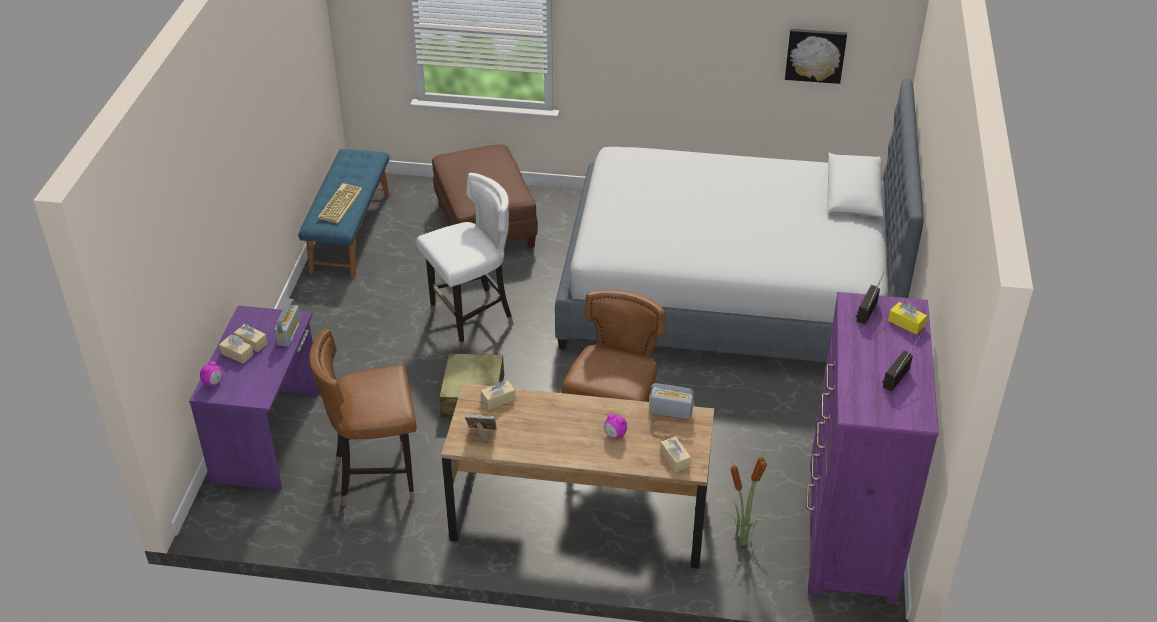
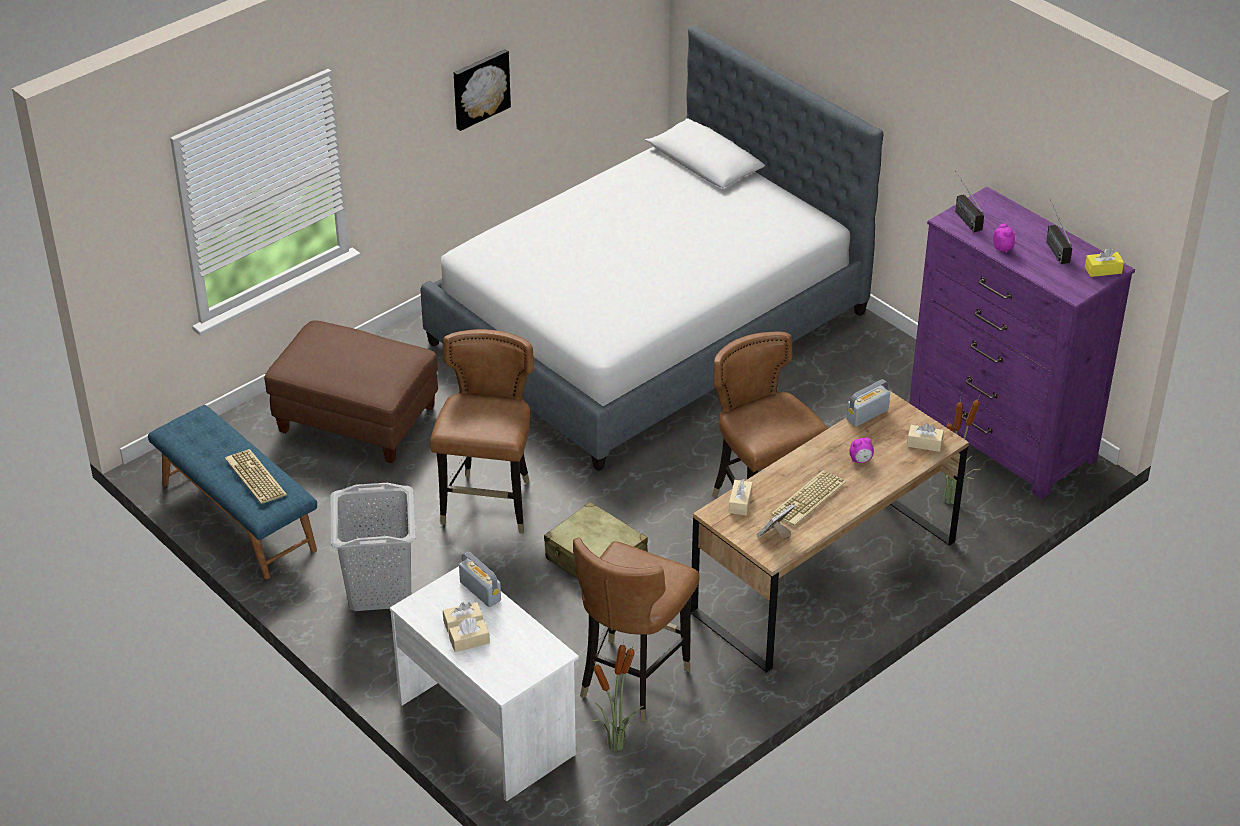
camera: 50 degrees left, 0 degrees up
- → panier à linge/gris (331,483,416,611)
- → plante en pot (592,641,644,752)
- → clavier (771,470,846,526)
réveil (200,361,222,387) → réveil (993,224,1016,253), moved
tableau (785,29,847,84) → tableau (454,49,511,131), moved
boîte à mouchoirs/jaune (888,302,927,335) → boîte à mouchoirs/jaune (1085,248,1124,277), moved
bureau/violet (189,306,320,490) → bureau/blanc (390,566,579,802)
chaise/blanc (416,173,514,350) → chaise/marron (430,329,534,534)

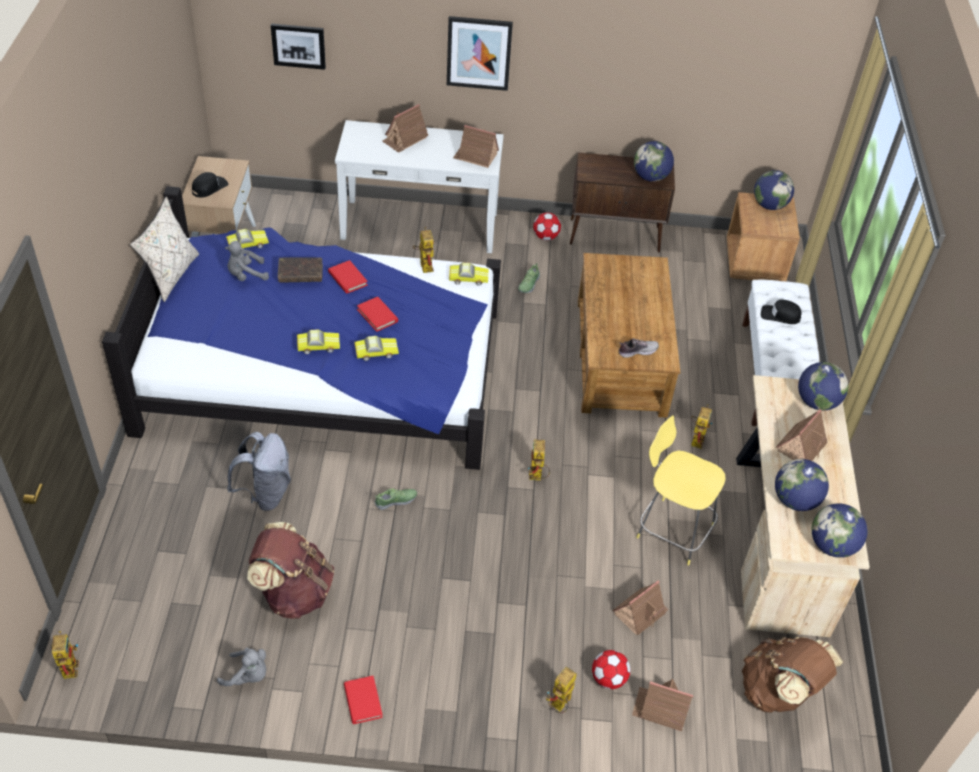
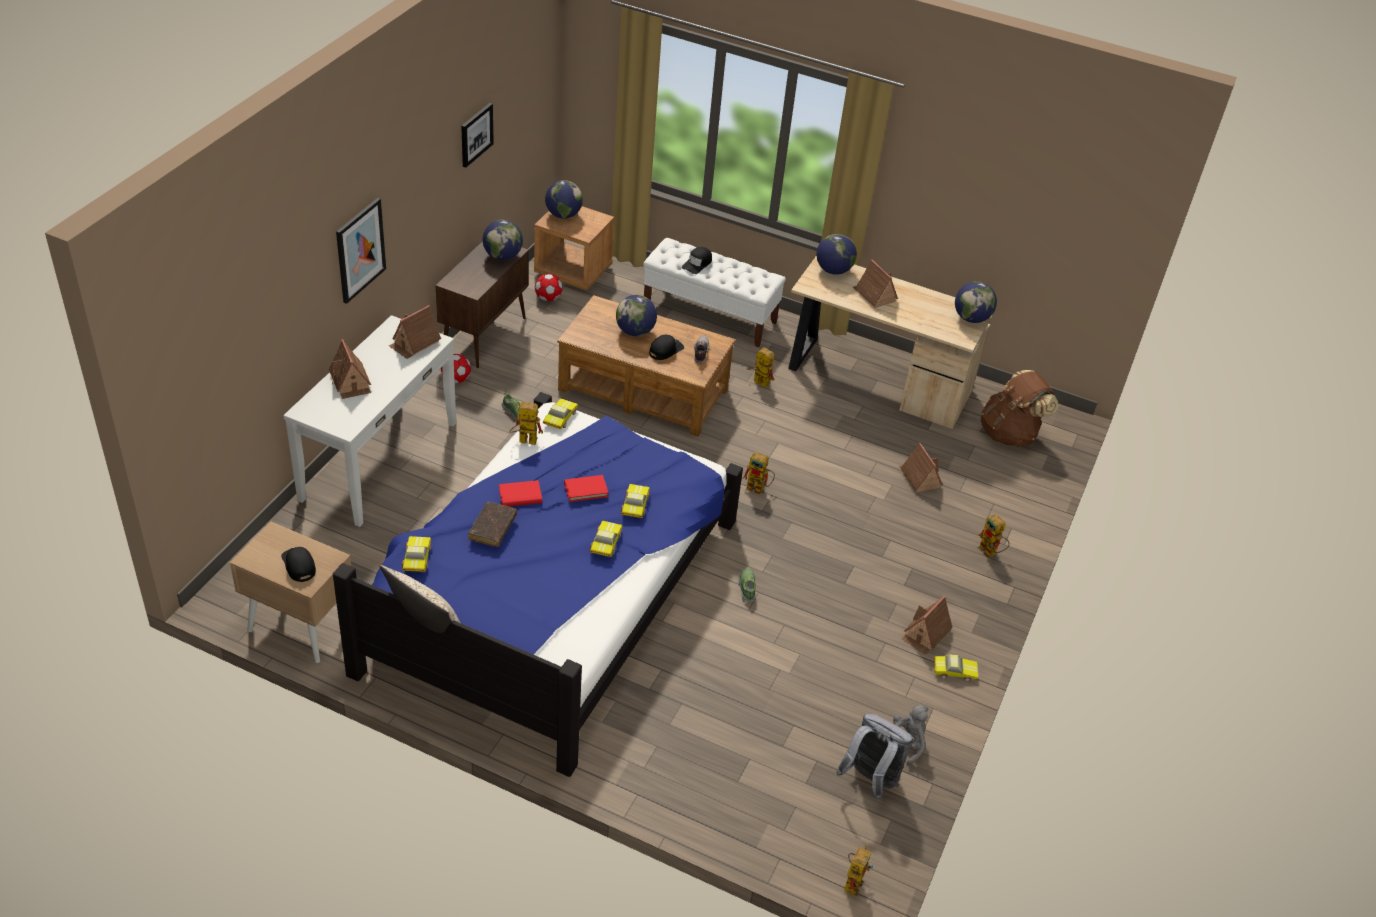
camera: 70 degrees left, 5 degrees down
peluche/gris (225,241,269,281) → -
sac à dos/marron (247,522,334,619) → -
tabouret/jaune (636,415,726,565) → -
- → casquette/noir (649,335,684,360)
sac à dos/gris (227,432,291,511) → sac à dos/gris (836,713,913,801), moved
tableau (271,23,326,70) → tableau (461,103,494,168), moved
ballon de foot (592,650,630,689) → ballon de foot (535,274,562,301), moved
maison miniature (632,679,693,731) → maison miniature (901,595,953,655), moved
globe (775,459,829,511) → globe (616,295,657,336), moved
livre/rouge (344,676,383,724) → petite voiture (934,654,978,682)
robot jouet (51,631,79,679) → robot jouet (844,845,873,897), 105 degrees clockwise

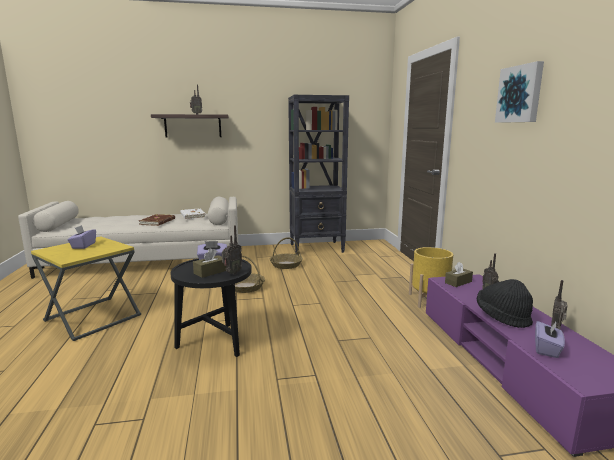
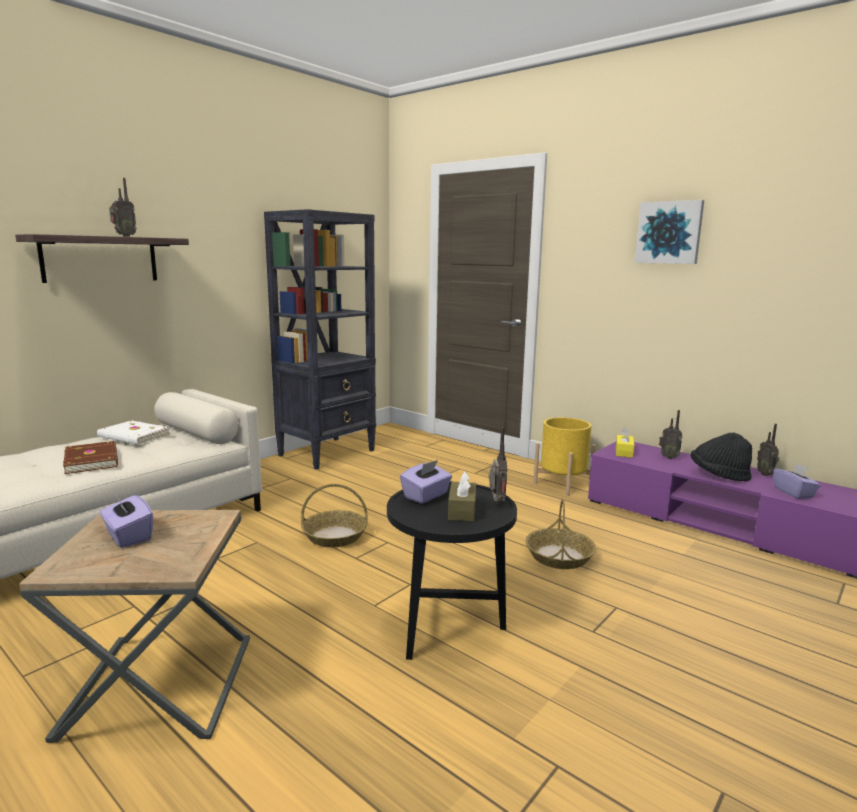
camera: 40 degrees left, 0 degrees up
panier (270,237,303,269) → panier (525,499,596,569), moved
table d'appoint/jaune (31,236,141,341) → table d'appoint/marron (19,510,250,743)
boîte à mouchoirs/marron (445,262,473,287) → boîte à mouchoirs/jaune (616,427,634,458)

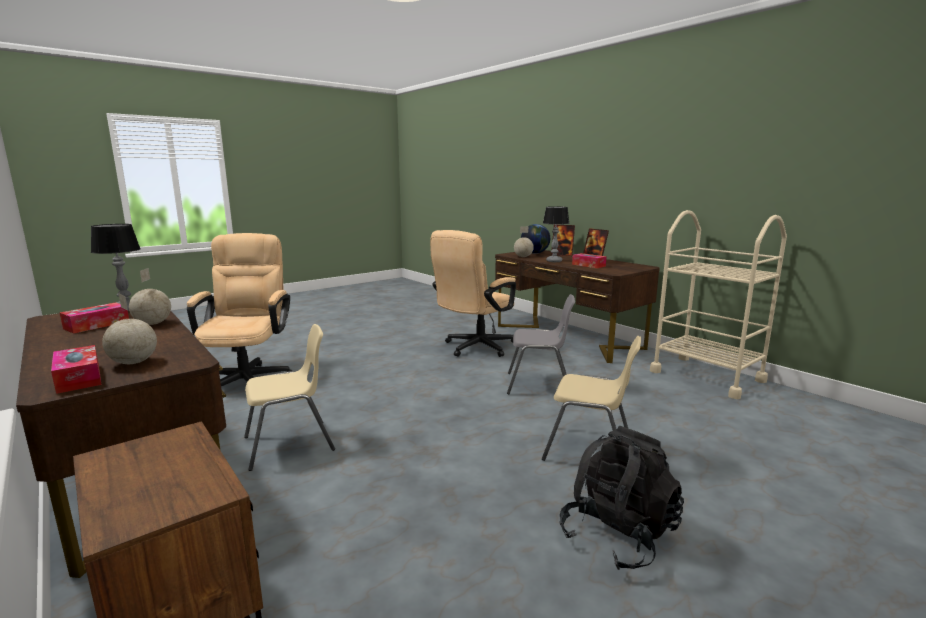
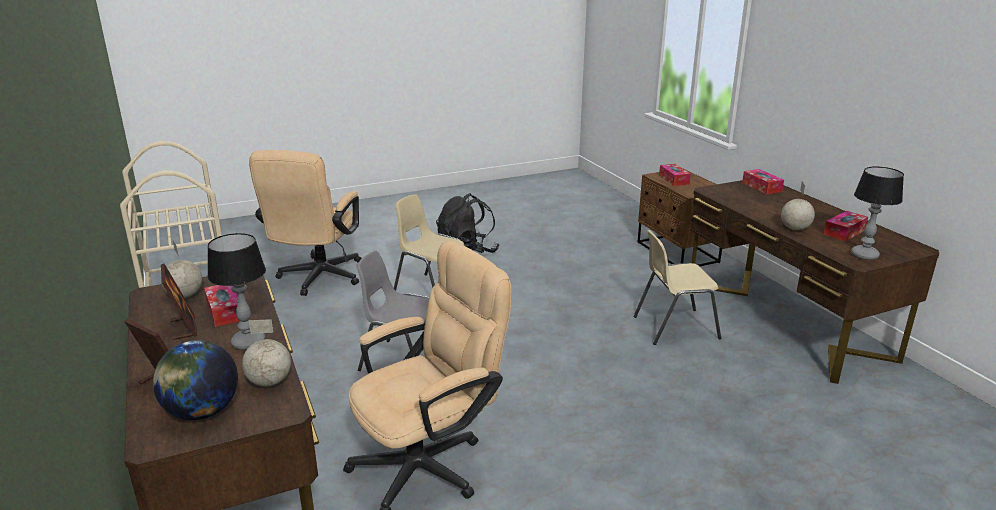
camera: 165 degrees left, 10 degrees up
- → boîte à mouchoirs (659,164,691,186)
globe (102,294,157,364) → globe (161,239,202,298), moved
chaise de bureau/beige (187,233,292,386) → chaise de bureau/beige (249,150,362,296), moved

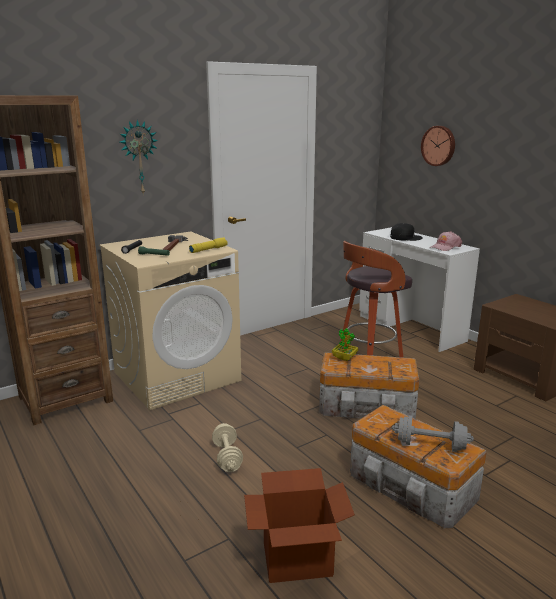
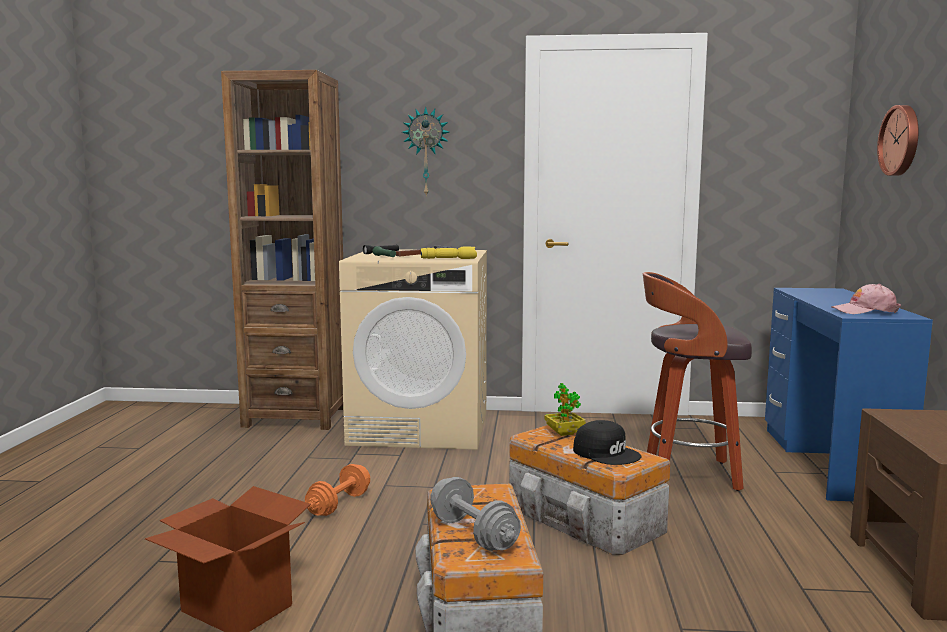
camera: 40 degrees right, 10 degrees down
casquette/noir (390,223,423,241) → casquette/noir (573,420,642,465), moved
haltère/beige (212,423,243,472) → haltère/orange (305,464,370,516)
bureau/blanc (359,227,480,352) → bureau/bleu (765,288,933,501)

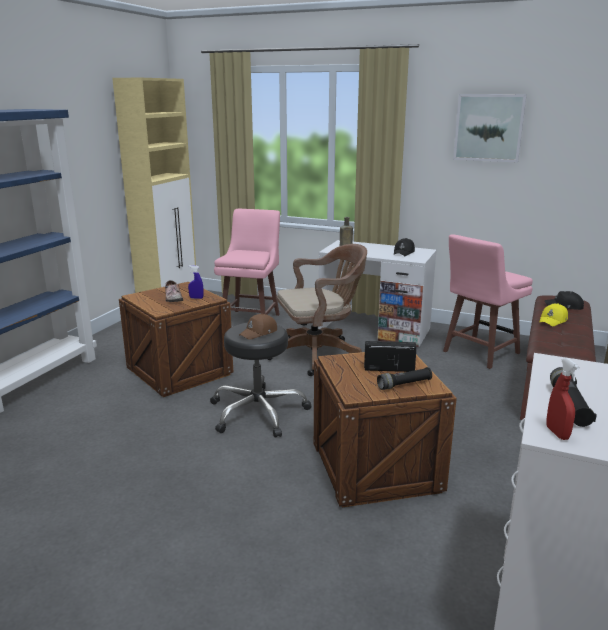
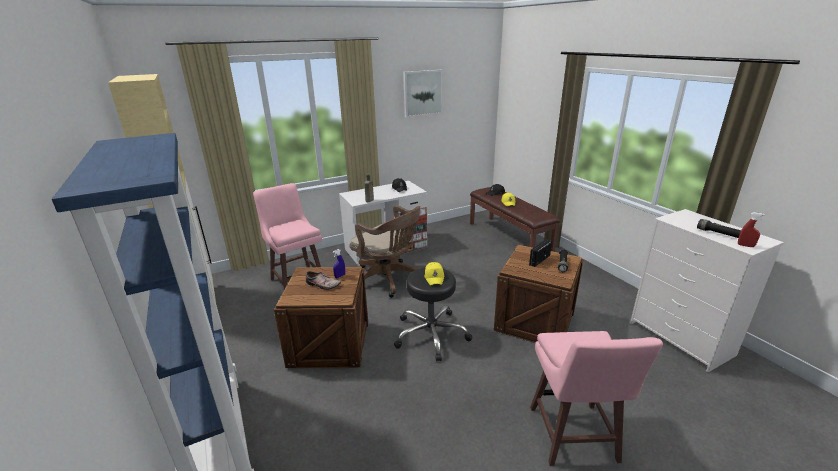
camera: 50 degrees left, 5 degrees up
tabouret/rose (443,234,533,369) → tabouret/rose (530,331,663,466), moved
casquette/marron (239,314,277,340) → casquette/jaune (424,262,445,285)
chaise de bureau/marron (268,244,367,376) → chaise de bureau/marron (349,205,420,298), 105 degrees clockwise

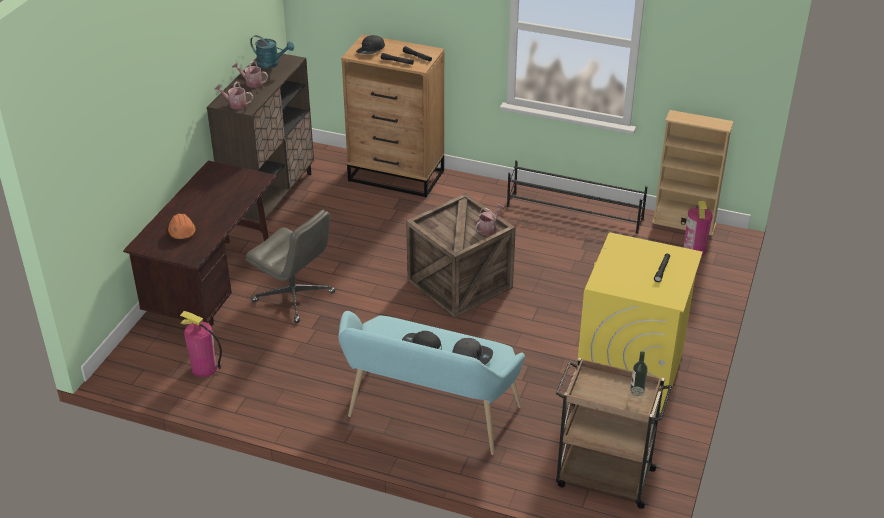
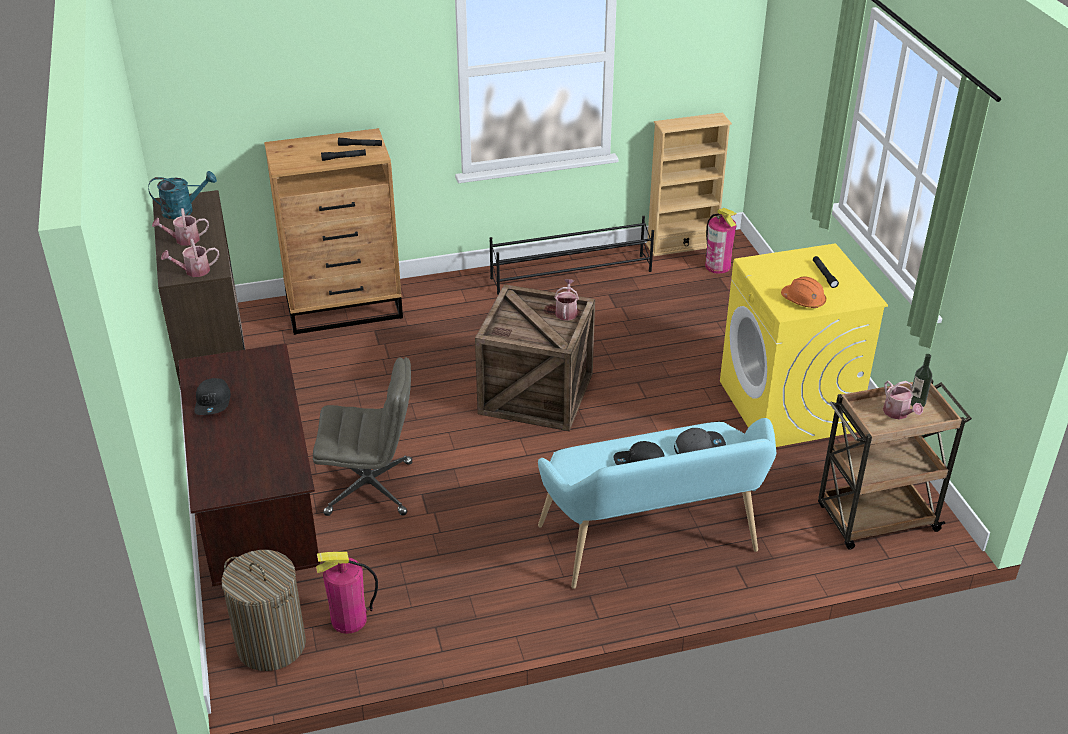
camera: 35 degrees left, 0 degrees up
- → panier à linge (221,550,306,671)
- → arrosoir (883,381,923,420)
casque de chantier/orange (168,213,195,240) → casque de chantier/orange (781,276,826,308), moved
casquette/noir (356,35,385,54) → casquette/noir (194,378,231,415), moved

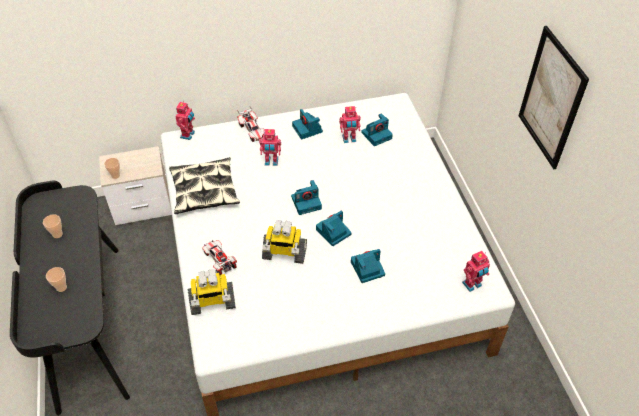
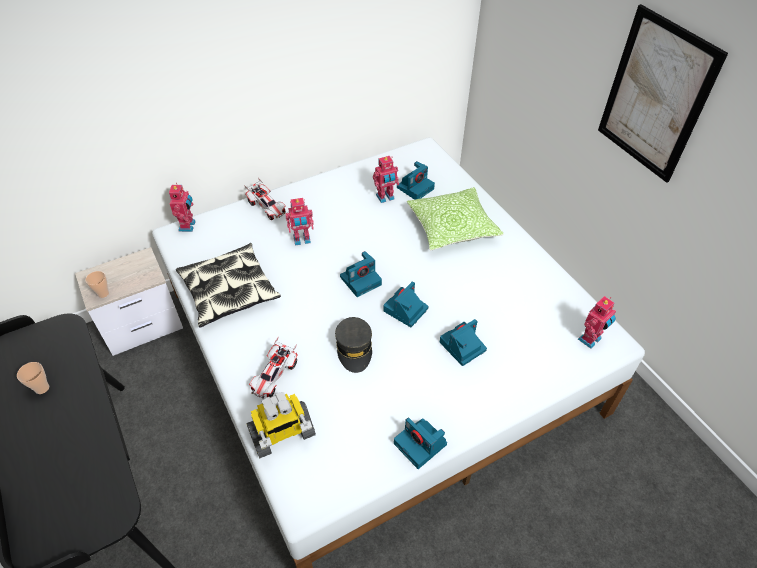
camera: 15 degrees left, 0 degrees up
tasse (46,267,67,292) → -
- → coussin (407,187,503,251)
appareil photo (292,109,323,139) → appareil photo (394,417,447,469), moved
robot jouet (262,220,307,264) → casquette/gris (335,317,372,373)
petite voiture (202,240,237,275) → petite voiture (249,336,298,399), 105 degrees counterclockwise

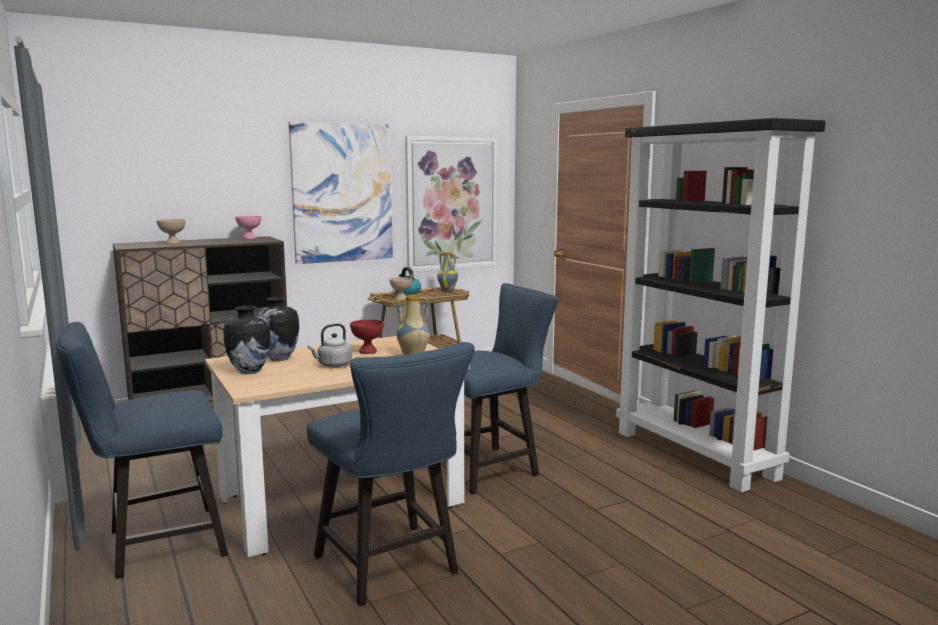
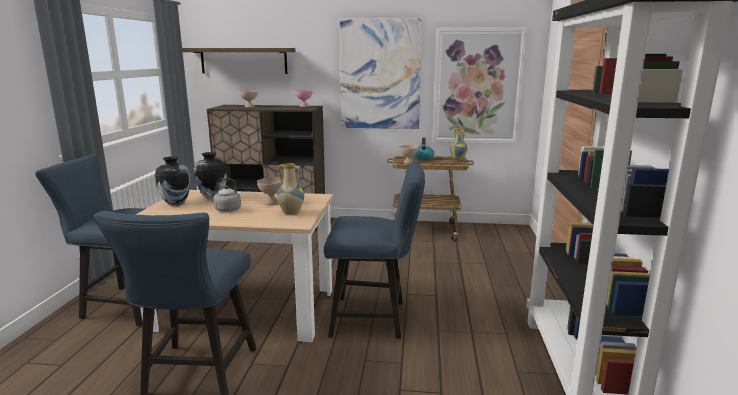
camera: 35 degrees right, 5 degrees up
- → étagère (182,48,295,74)
bol/rouge (350,319,384,354) → bol/beige (257,177,281,205)

